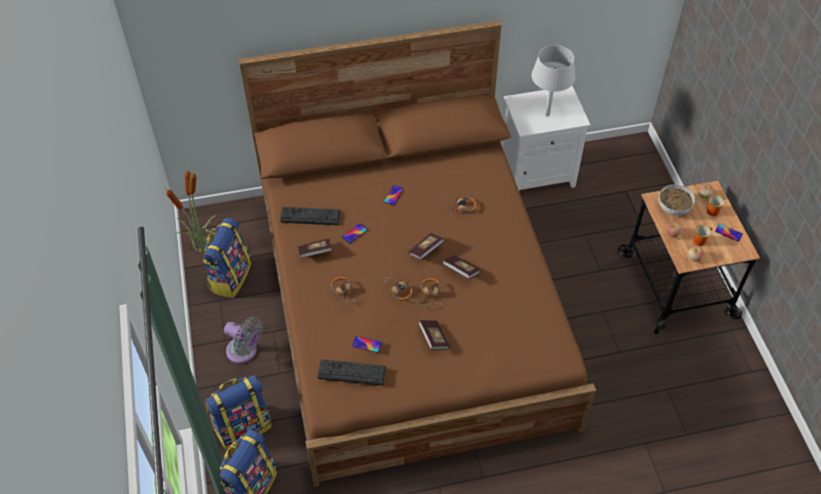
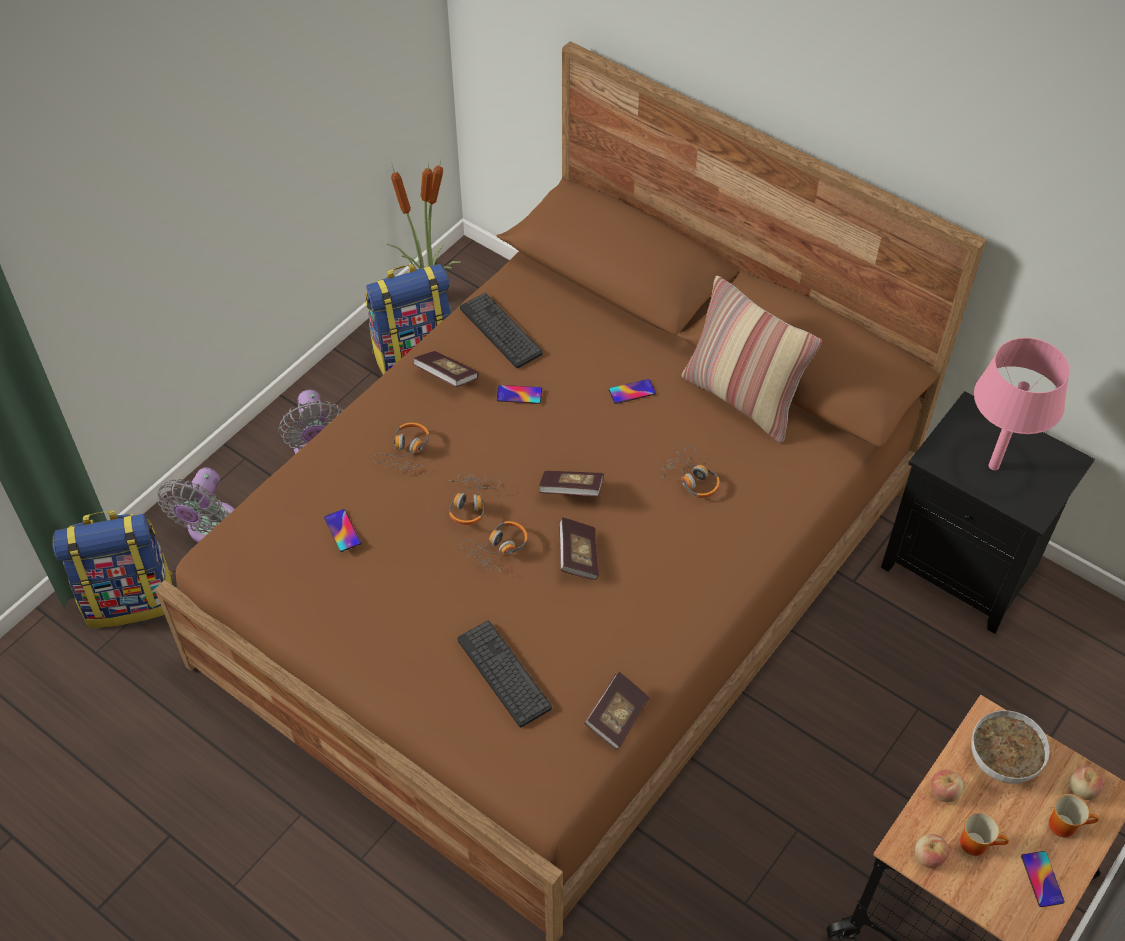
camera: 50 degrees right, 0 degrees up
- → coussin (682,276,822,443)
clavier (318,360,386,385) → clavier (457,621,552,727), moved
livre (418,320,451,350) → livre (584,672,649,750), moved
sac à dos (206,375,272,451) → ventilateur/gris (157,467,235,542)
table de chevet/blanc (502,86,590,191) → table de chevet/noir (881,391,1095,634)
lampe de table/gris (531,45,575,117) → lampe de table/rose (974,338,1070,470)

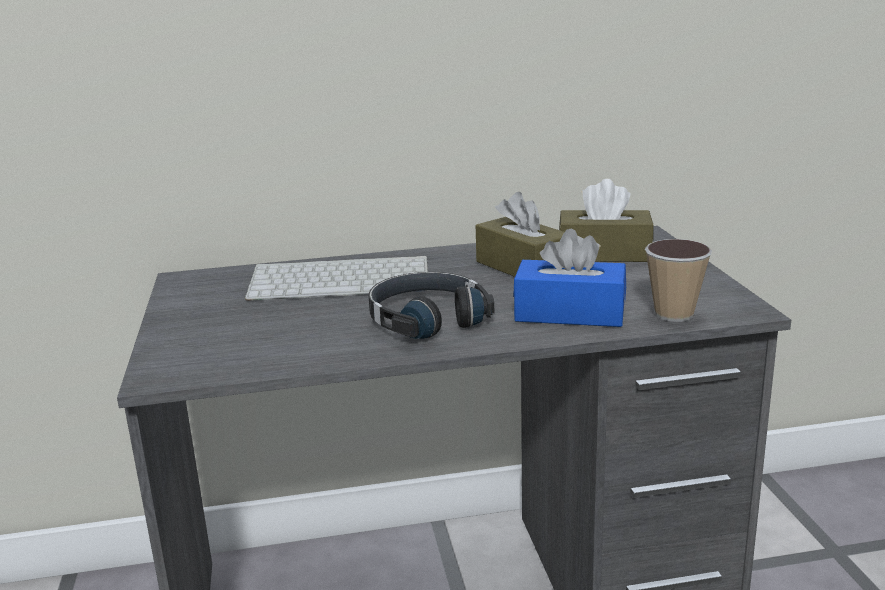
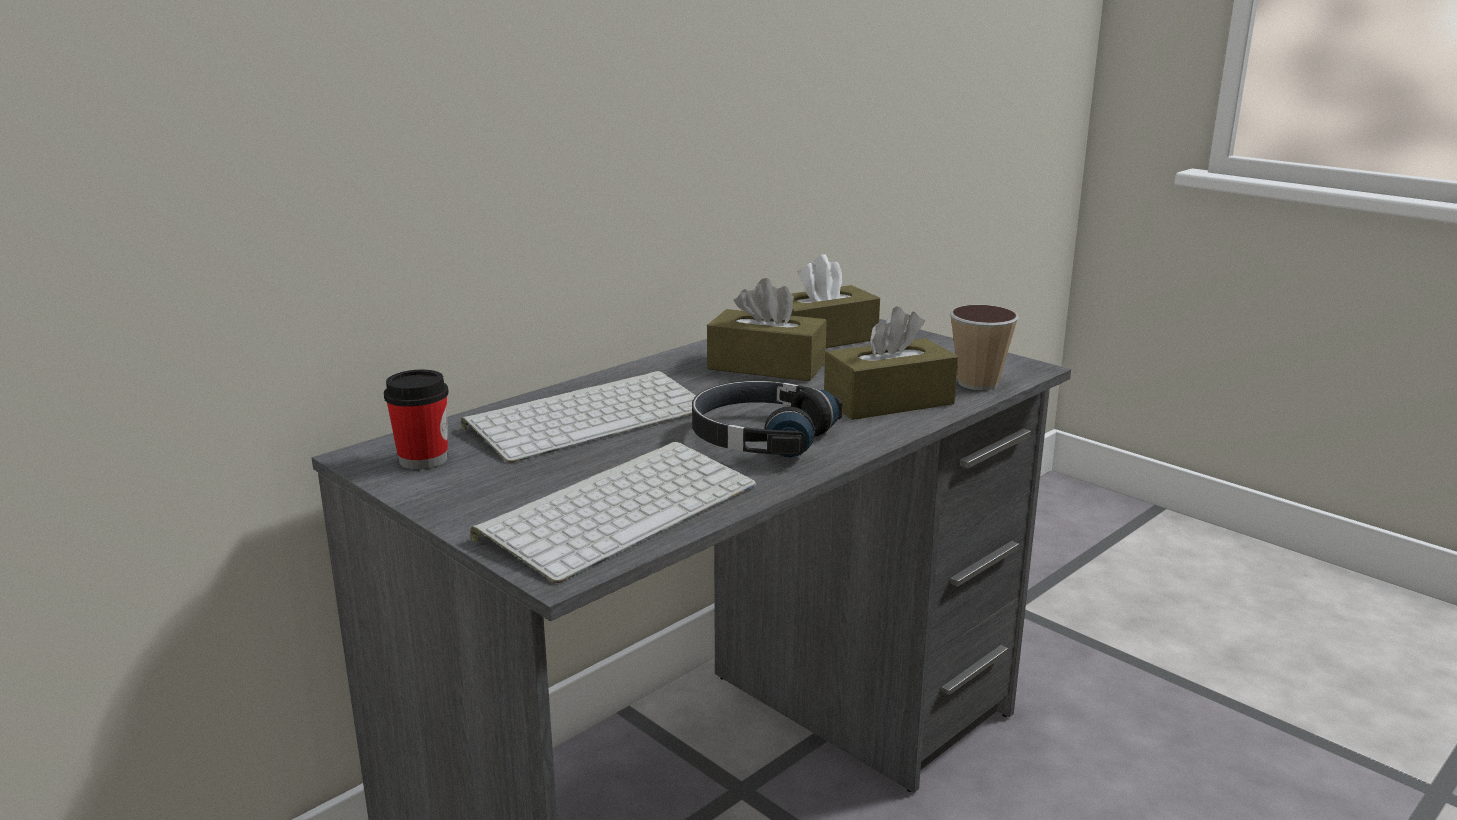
camera: 35 degrees left, 0 degrees up
- → tasse (384,370,449,469)
- → clavier (470,442,756,583)
boîte à mouchoirs/bleu (513,229,626,327) → boîte à mouchoirs/marron (824,306,958,420)

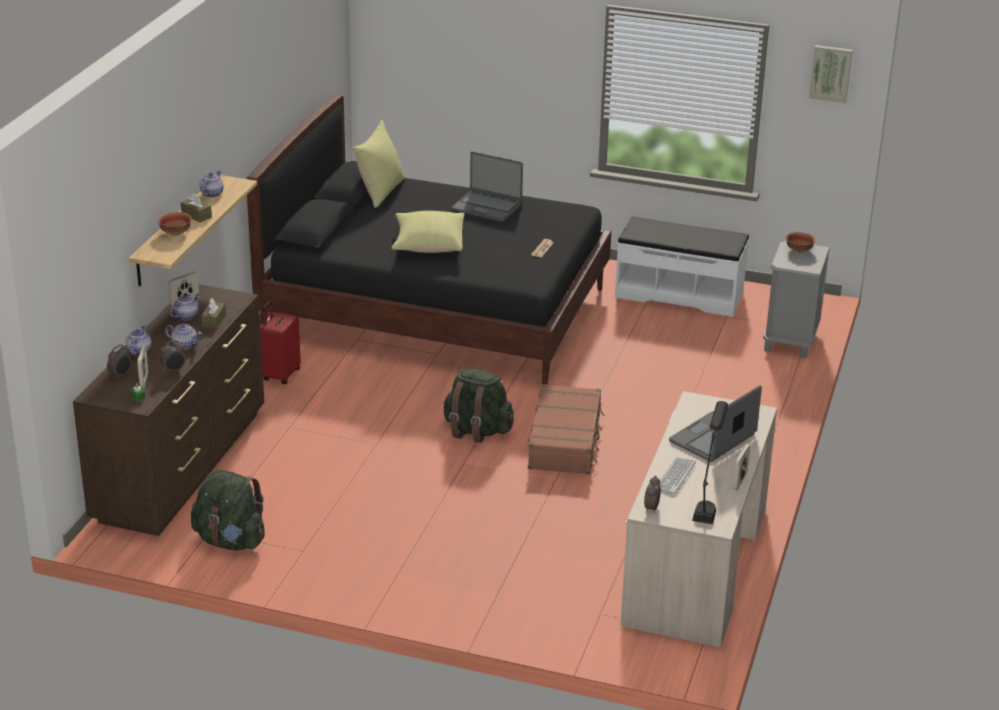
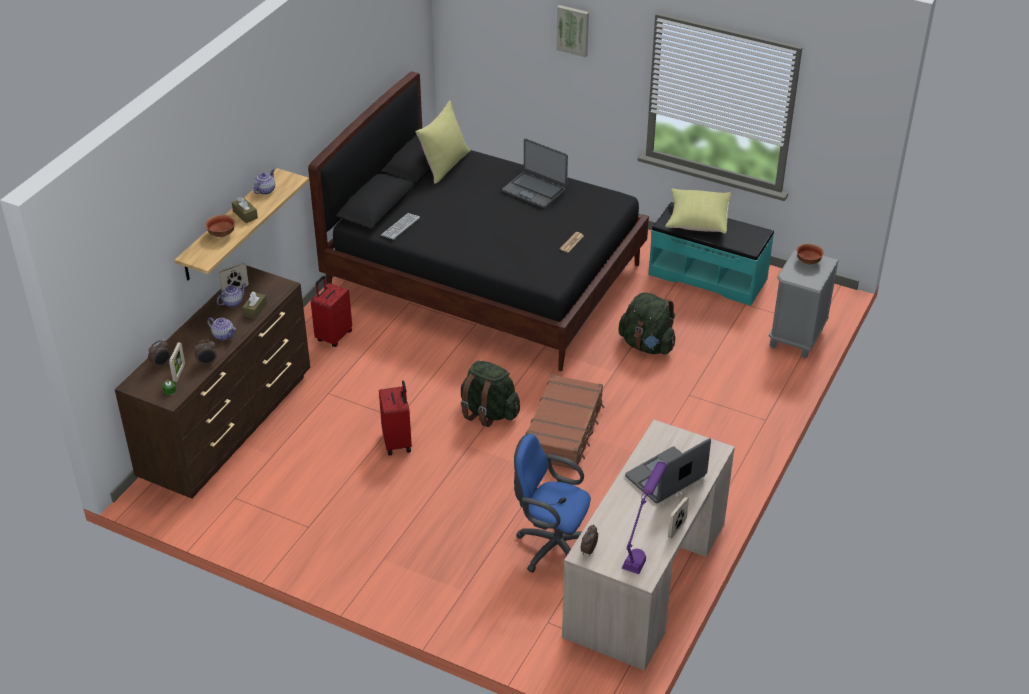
camera: 10 degrees right, 10 degrees up
théière (126,326,151,356) → -
- → valise/rouge (379,380,412,455)
- → chaise de bureau/bleu (514,434,591,573)
sac à dos/vert (191,470,265,551) → sac à dos/vert (618,292,675,355), moved
coussin/jaune (391,211,464,253) → coussin/jaune (665,188,731,234), moved
clavier (659,457,696,494) → clavier (381,213,420,240), moved
tableau (809,45,853,103) → tableau (556,5,589,57), moved
banc/blanc (615,216,749,317) → banc/turquoise (649,202,774,306)
lampe de table/noir (692,401,728,524) → lampe de table/violet (622,462,667,574)

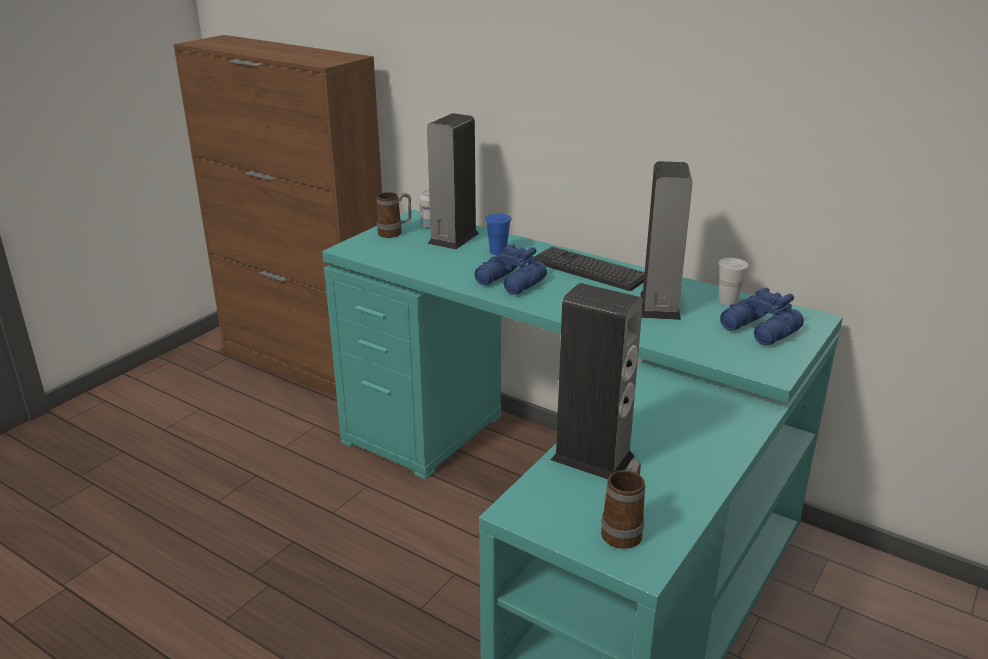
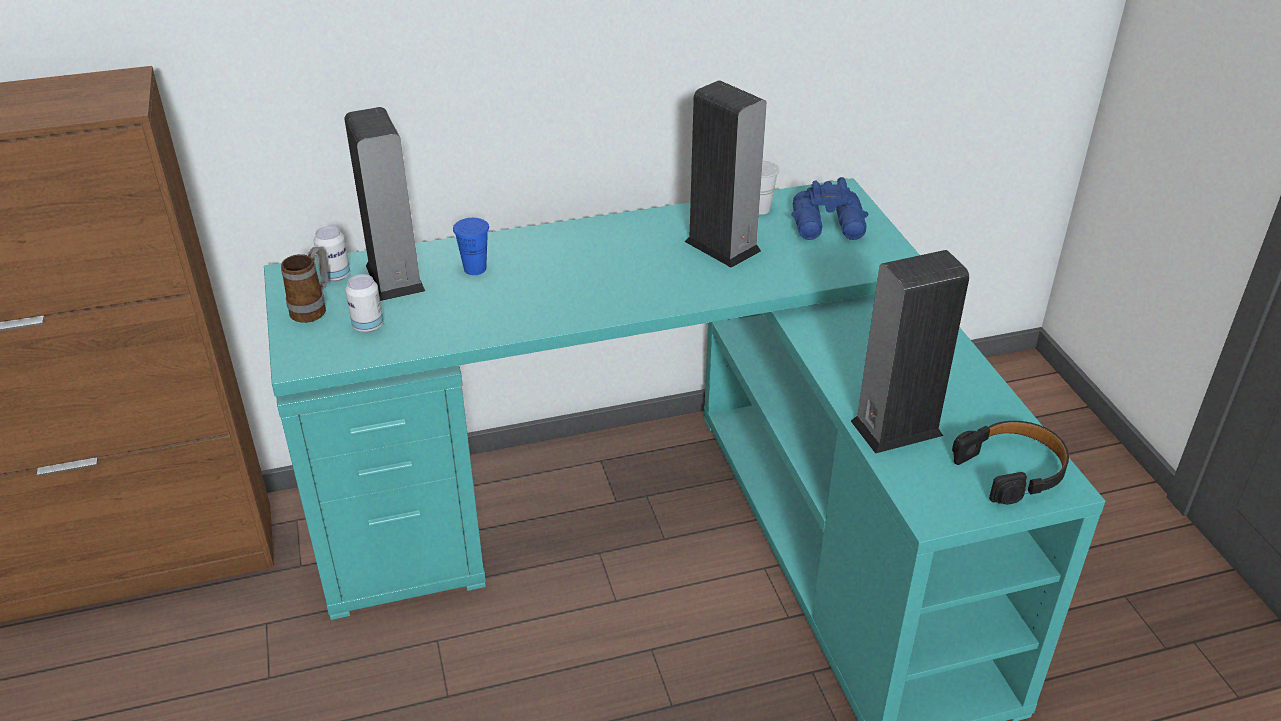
camera: 50 degrees left, 10 degrees up
jumelles/bleu (474,244,547,295) → -
clavier (535,246,645,291) → -
- → boîte métallique (345,274,383,333)
mug (601,460,645,549) → casque audio/noir (952,421,1069,505)

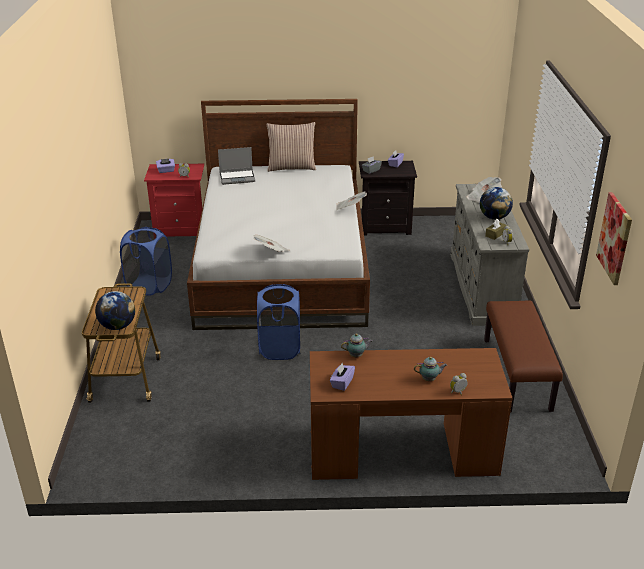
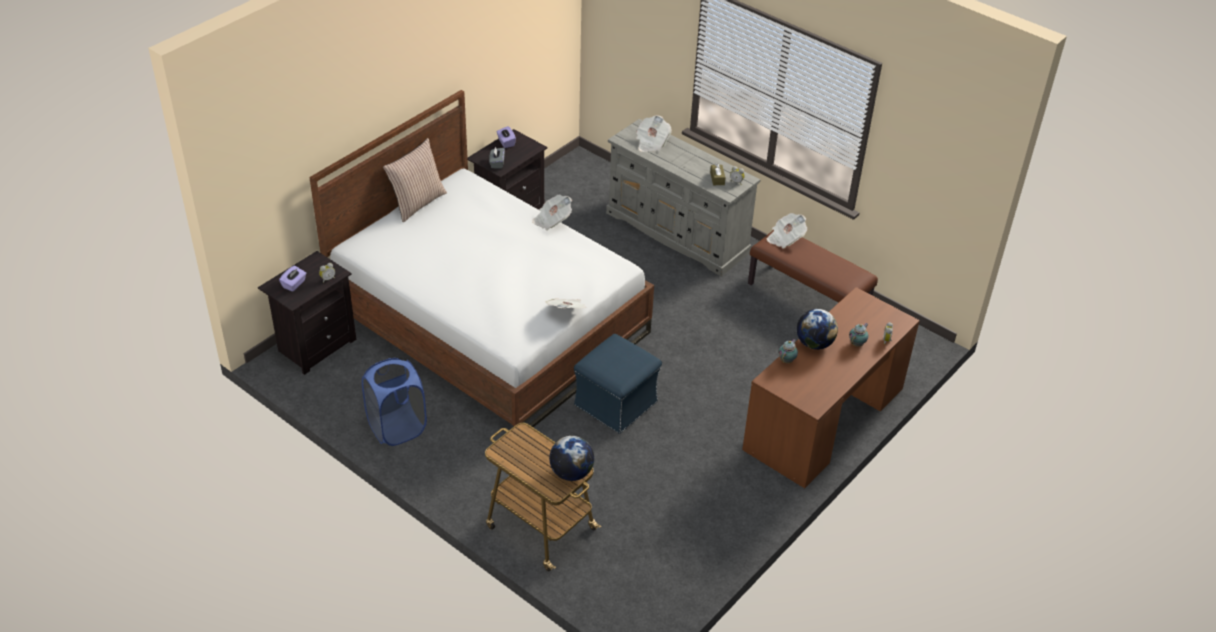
camera: 50 degrees left, 10 degrees up
ordinateur portable (218,147,255,185) → -
boîte à mouchoirs/violet (330,362,355,391) → -
tableau (596,192,632,285) → -
- → journal (767,213,807,248)
globe (480,187,513,220) → globe (797,309,838,350), moved
panier à linge/bleu (257,284,300,360) → pouf/bleu (574,334,662,434)
table de chevet/rouge (144,164,204,237) → table de chevet/noir (258,251,356,375)

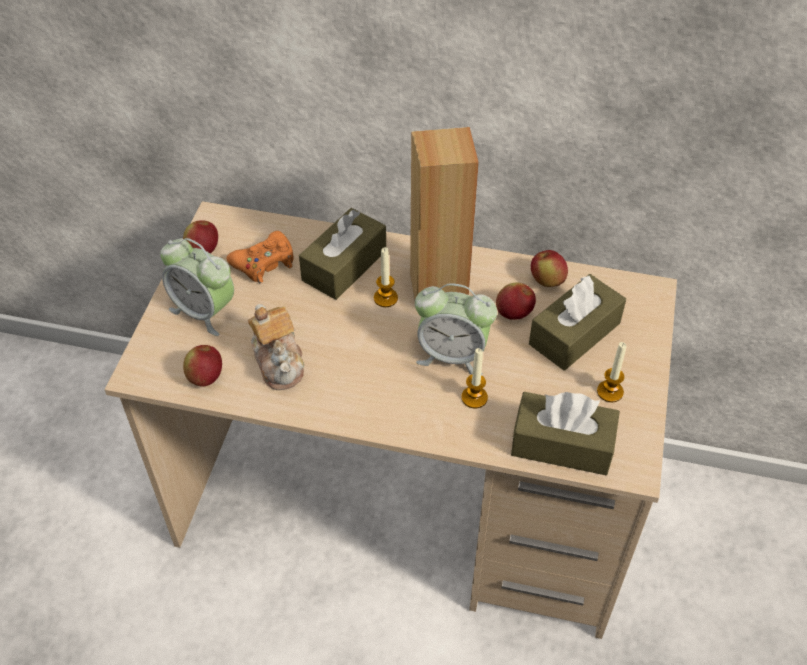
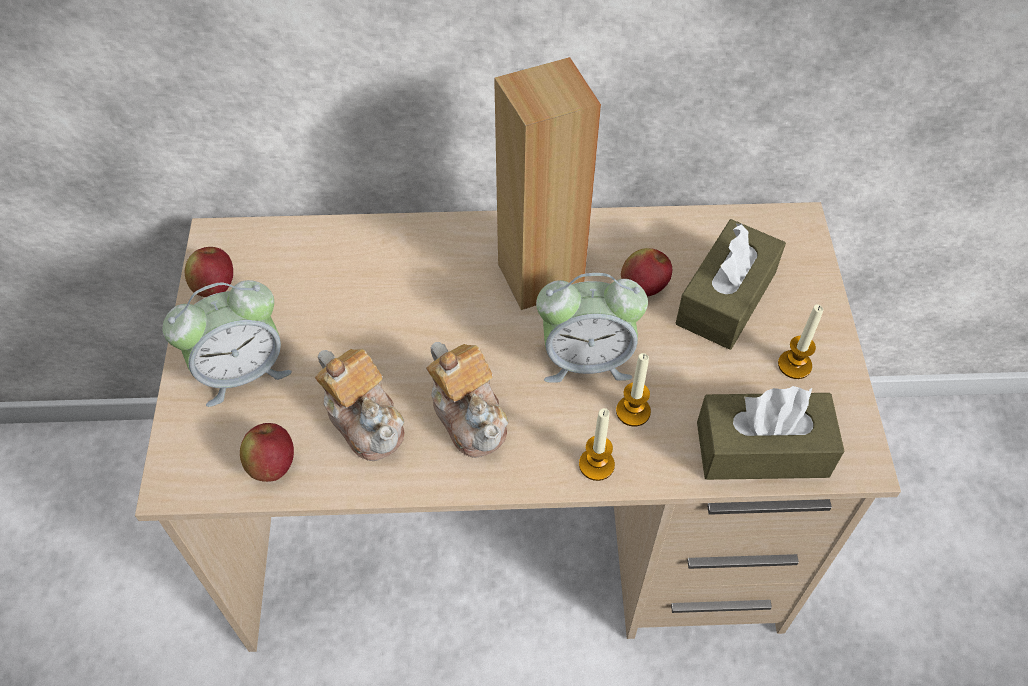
camera: 15 degrees left, 5 degrees up
manette/orange (227,231,294,283) → -
boîte à mouchoirs/marron (299,208,386,300) → -
pomme (531,250,568,287) → -
- → théière (426,342,508,458)
bougie (374,247,398,307) → bougie (579,408,615,481), moved
réveil (160,238,234,336) → réveil (163,280,292,407), 45 degrees counterclockwise

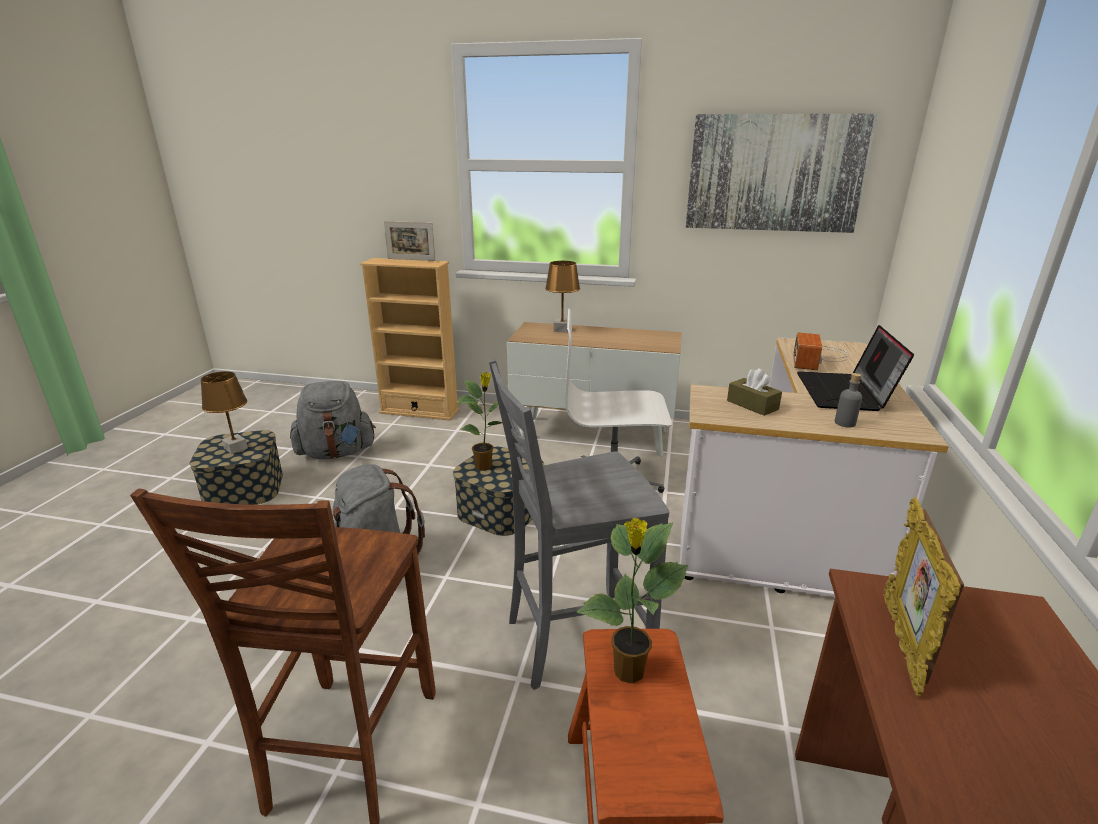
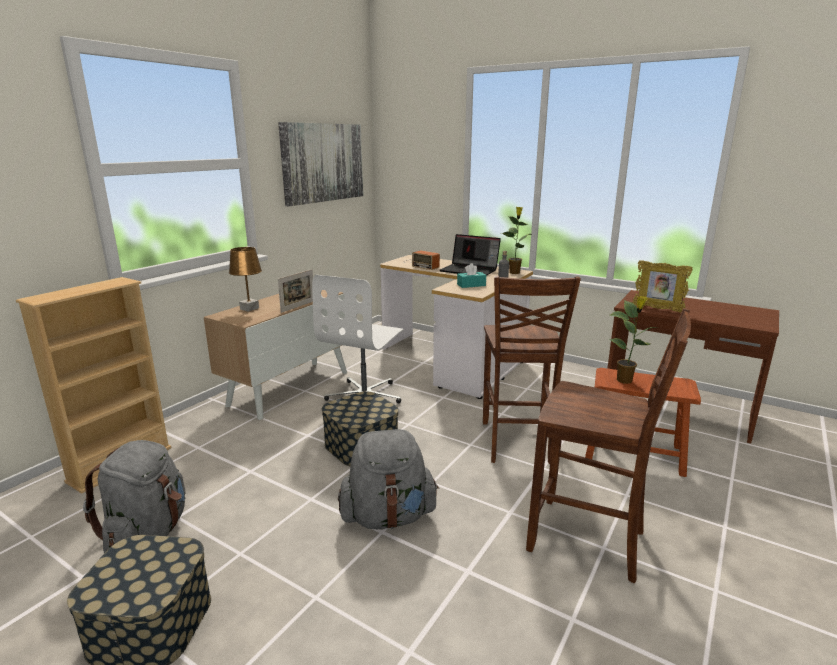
camera: 70 degrees left, 5 degrees down
lampe de table/marron (201,371,248,454) → -
cadre photo (384,221,435,261) → cadre photo (278,269,313,313), moved
plante en pot (456,372,502,471) → plante en pot (502,207,532,274), moved
chaise/gris (489,359,669,690) → chaise/marron (483,276,581,464)
boîte à mouchoirs/marron (727,368,782,416) → boîte à mouchoirs/turquoise (457,263,486,288)

